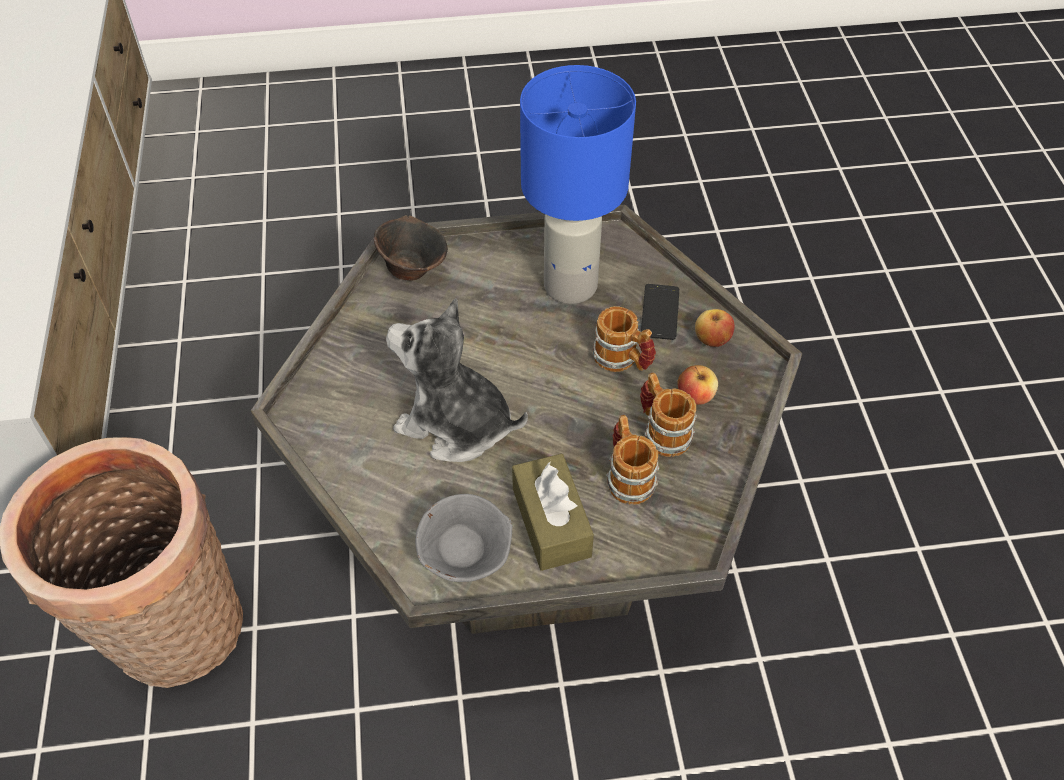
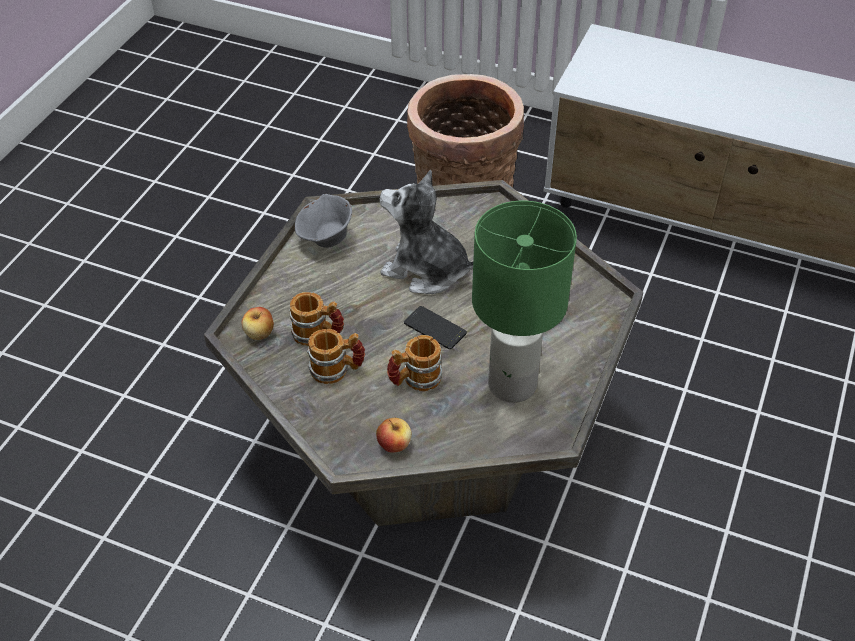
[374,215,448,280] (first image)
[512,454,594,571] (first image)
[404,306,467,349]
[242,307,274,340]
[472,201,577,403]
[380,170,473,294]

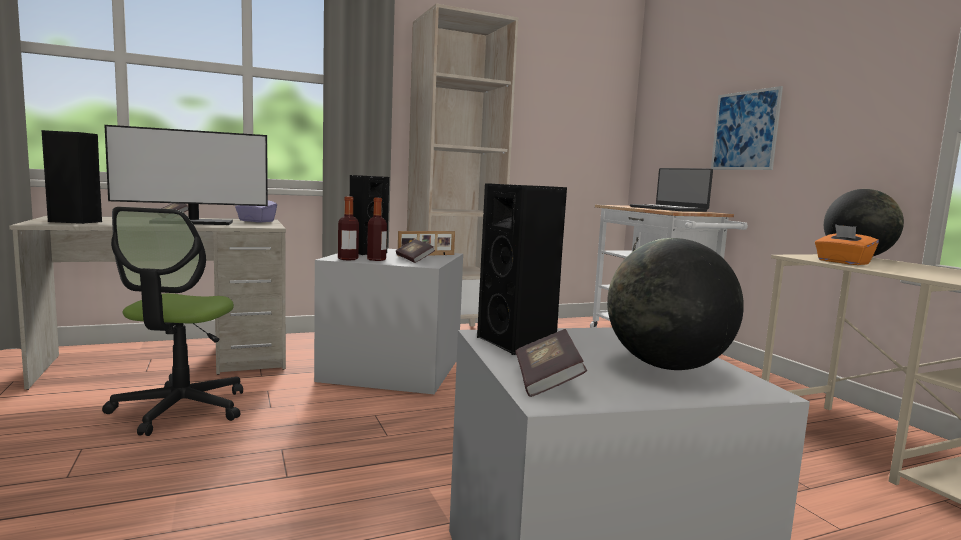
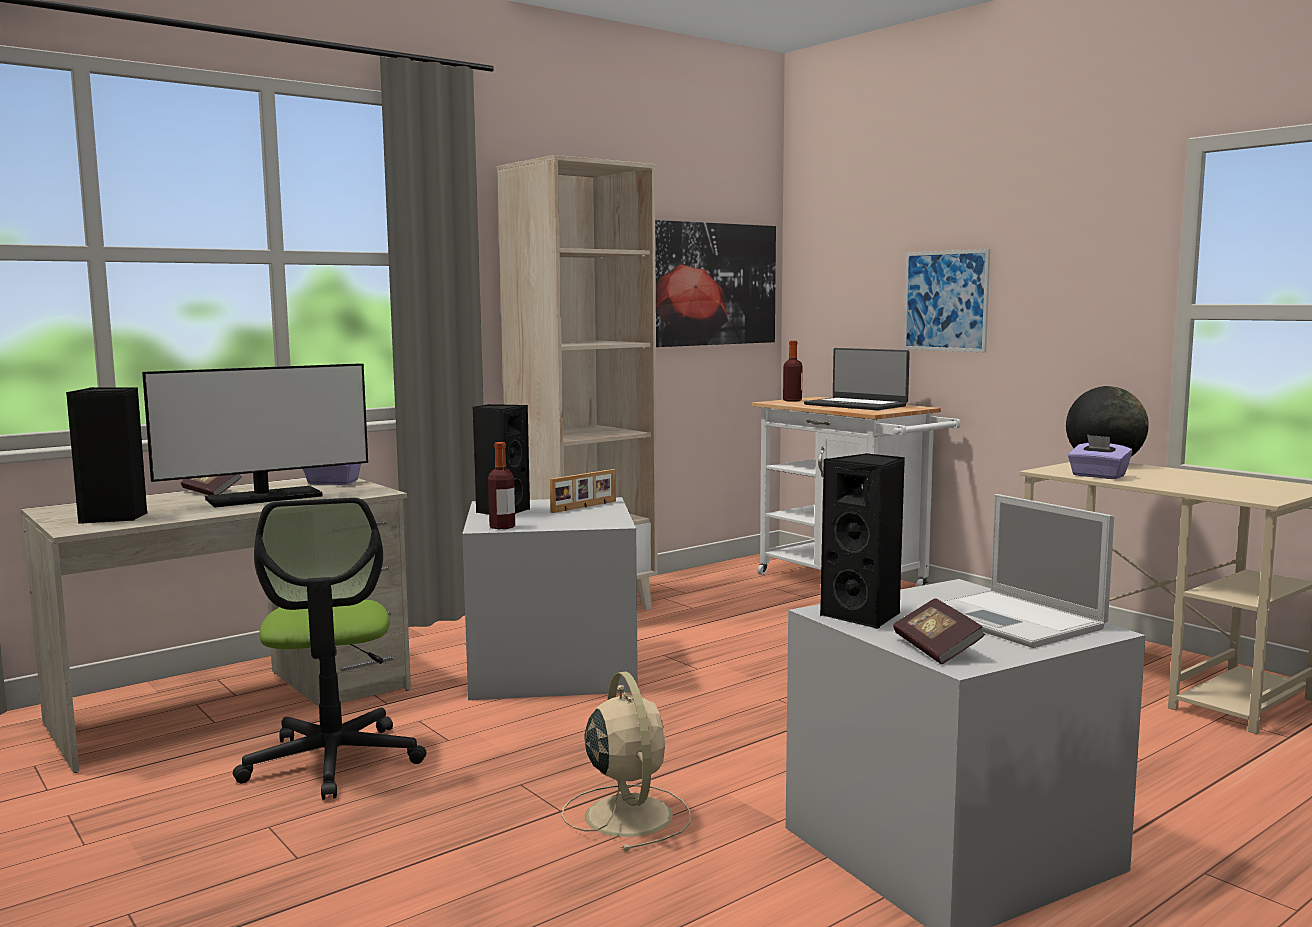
[396,240,435,263] (first image)
[562,671,691,851]
[655,220,776,347]
[783,341,803,402]
[922,494,1114,648]
[1068,435,1132,479]

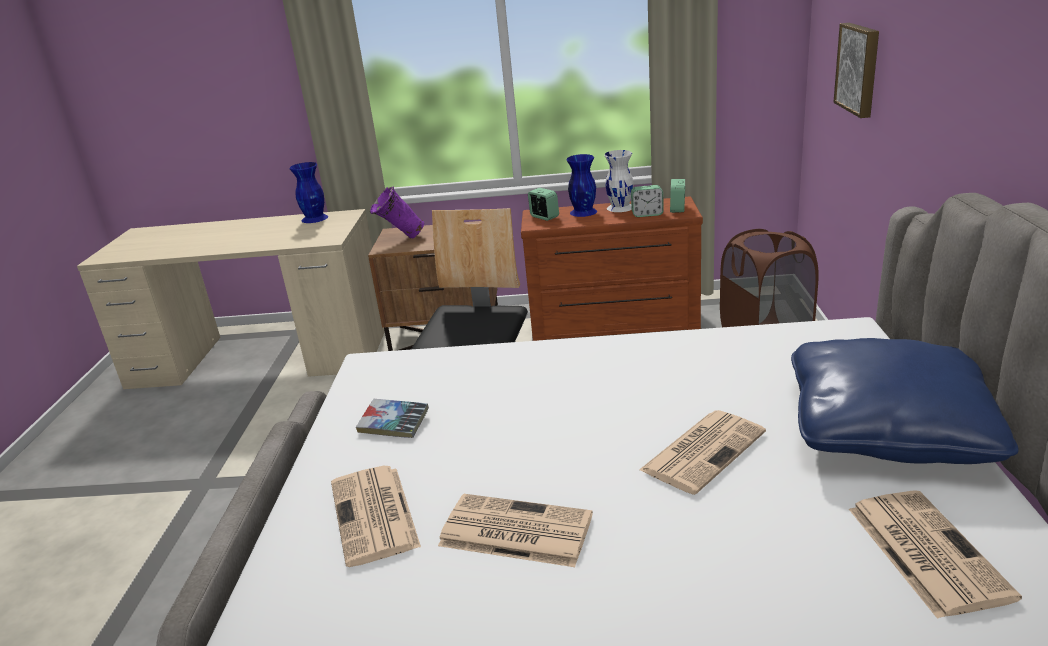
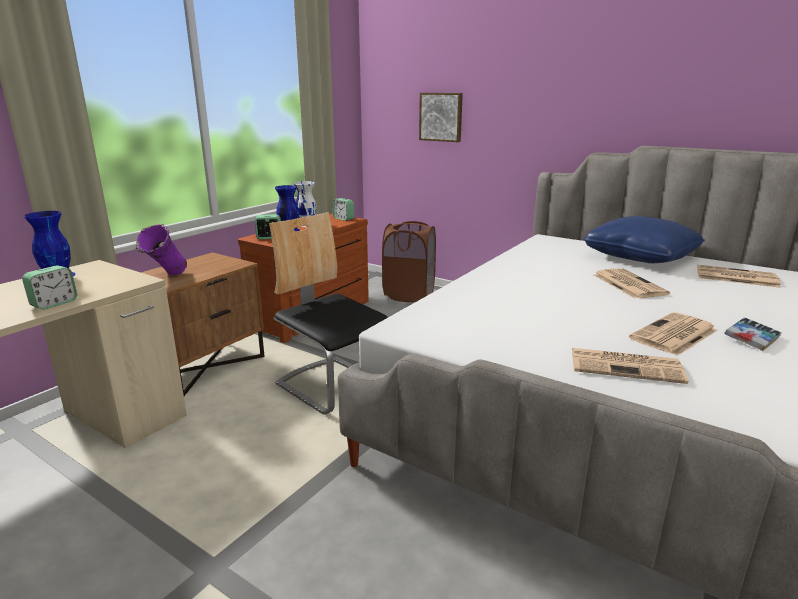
[724,317,782,351]
[22,266,77,309]

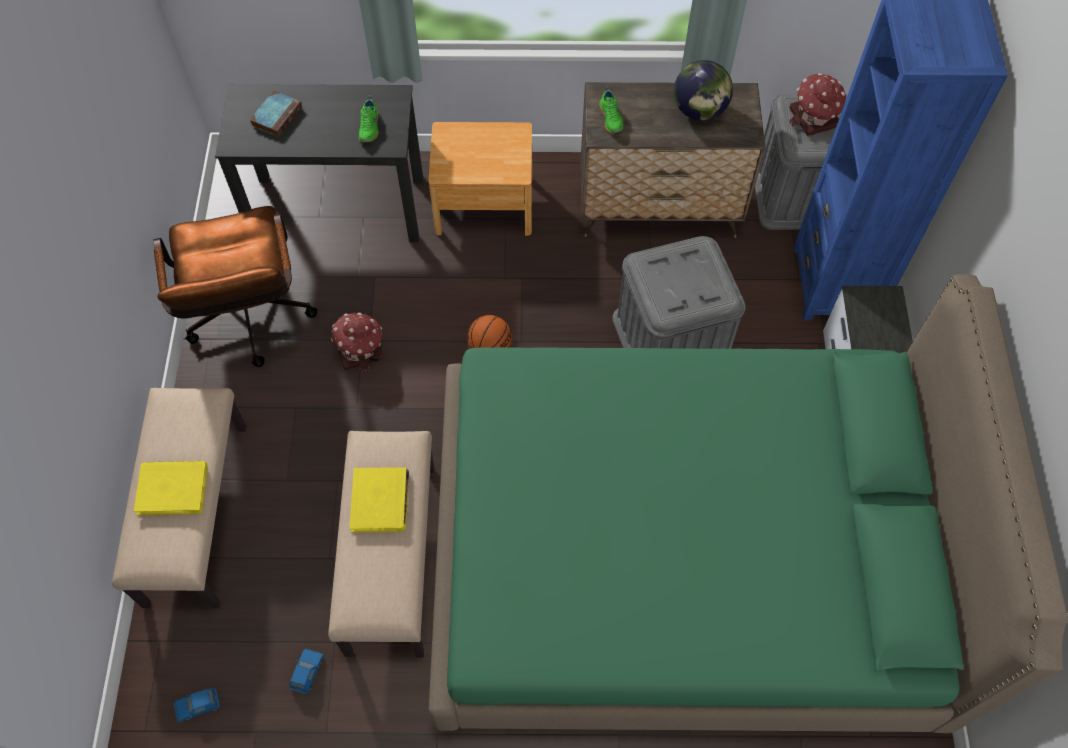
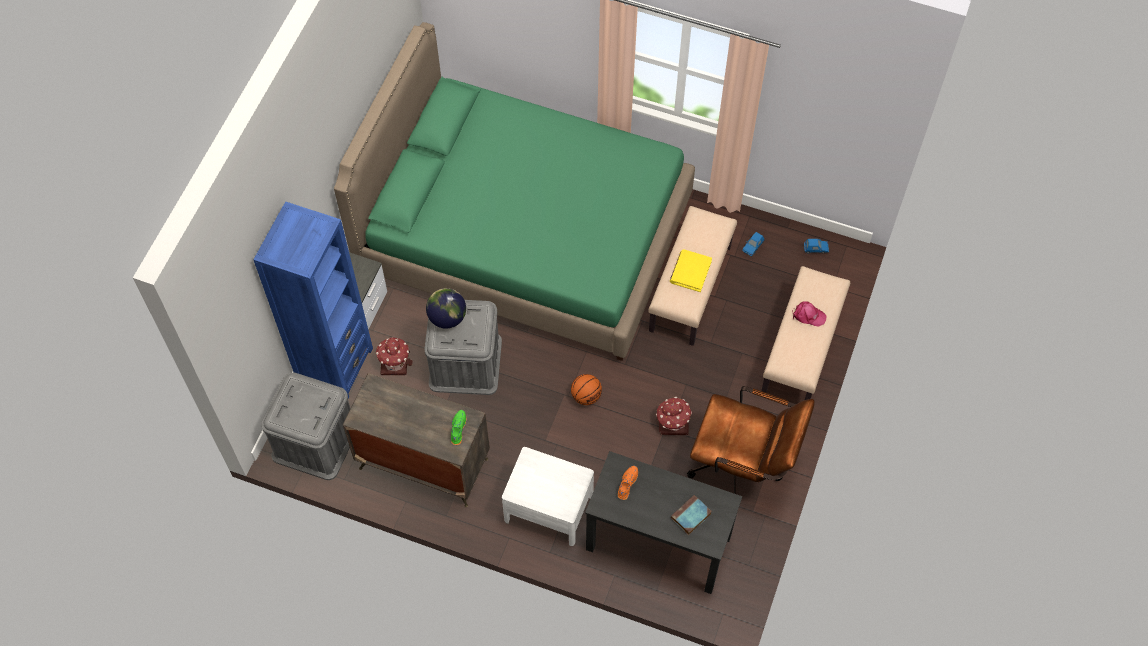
[426,288,466,328]
[376,337,412,375]
[793,301,827,327]
[618,466,638,500]
[502,447,594,546]
[687,386,815,494]

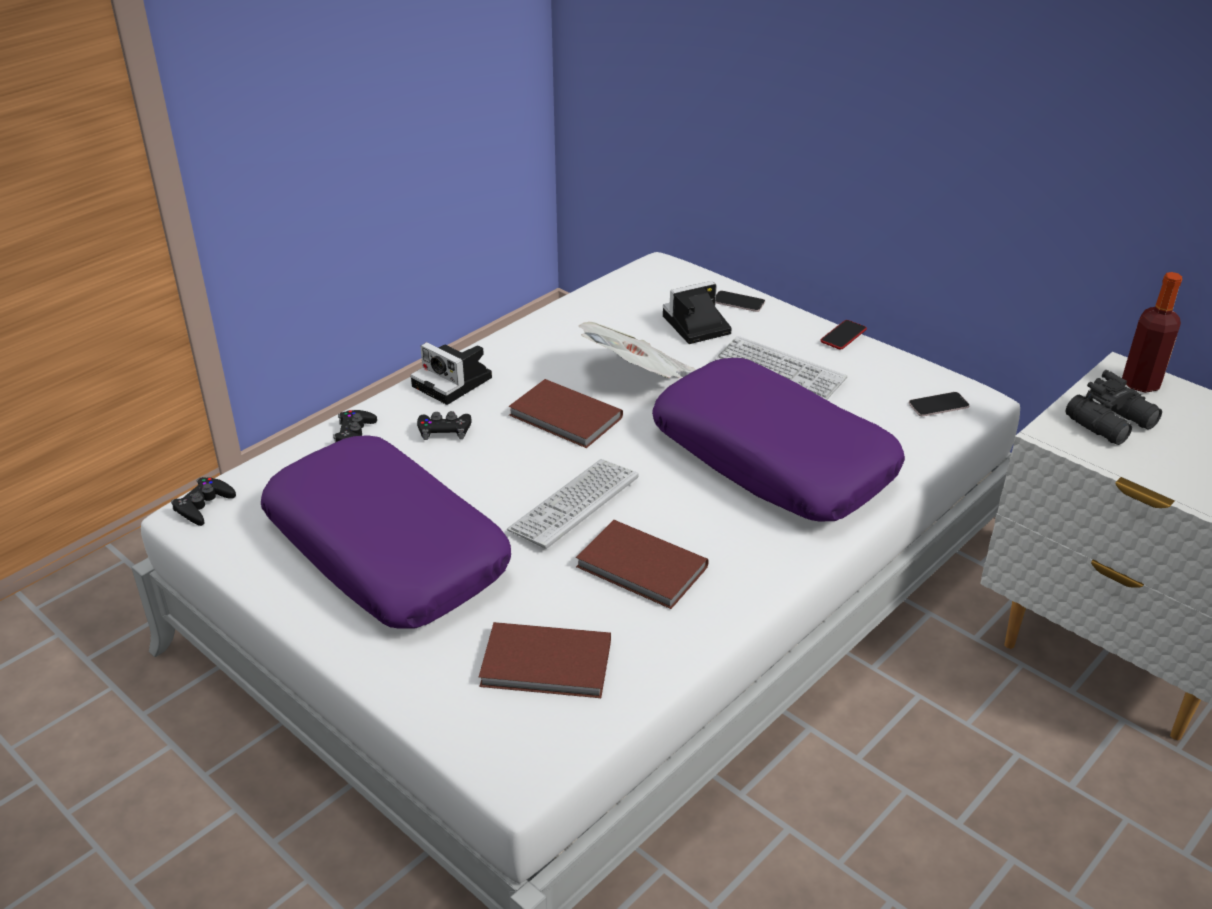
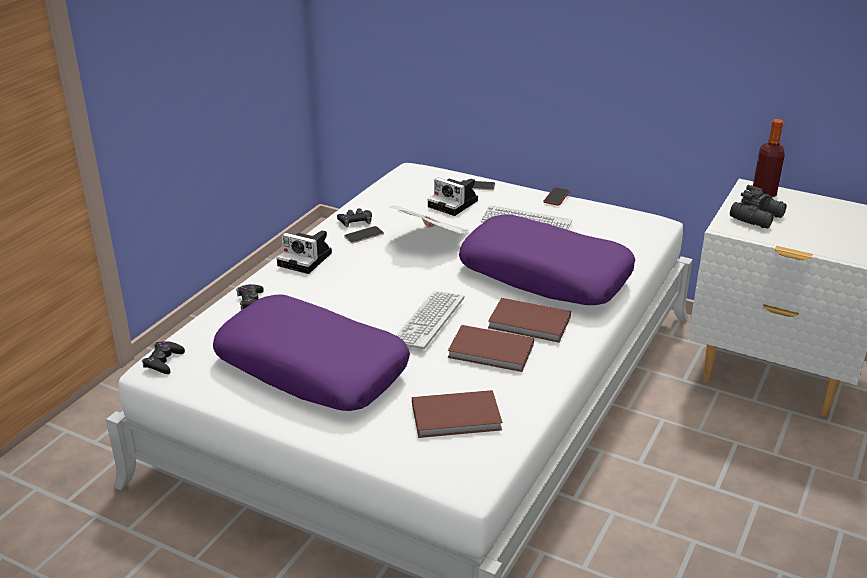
[337,208,372,227]
[488,298,571,343]
[344,226,384,243]
[428,177,478,216]

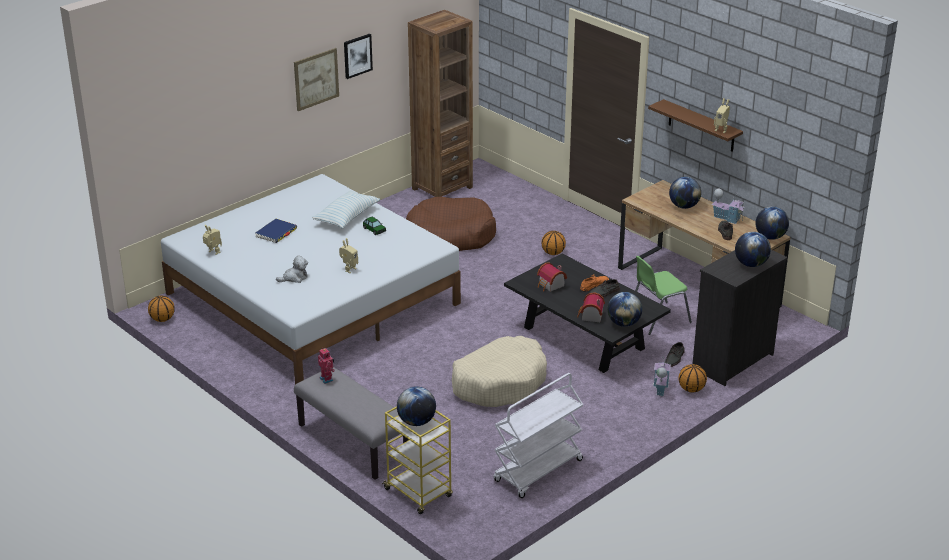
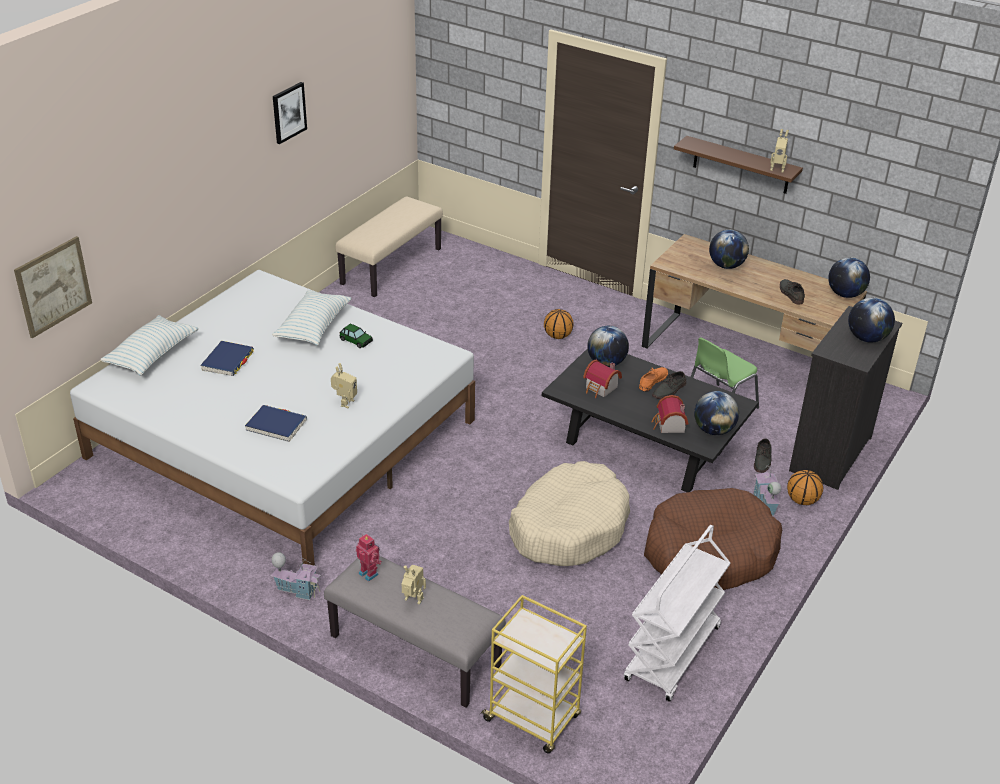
[148,296,174,322] (first image)
[100,315,198,376]
[402,565,426,604]
[14,236,92,338]
[587,326,629,367]
[644,488,782,590]
[271,552,321,600]
[245,405,307,442]
[335,196,443,297]

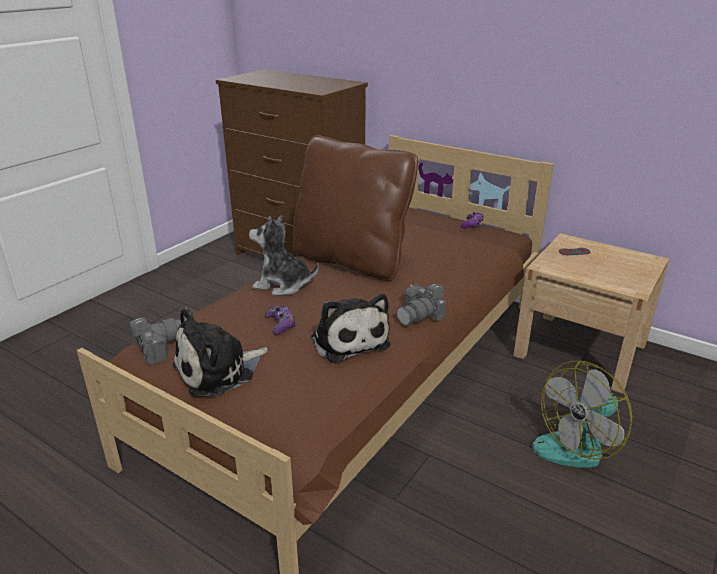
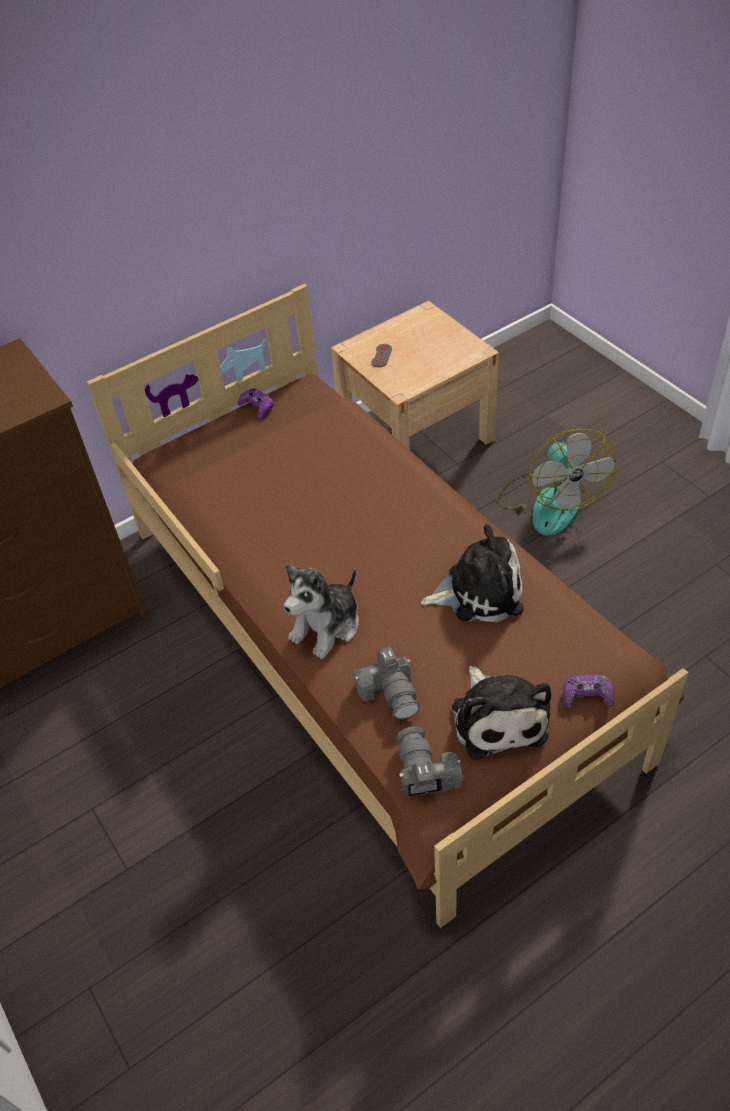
[293,135,418,281] (first image)
[563,675,614,708]
[352,647,420,719]

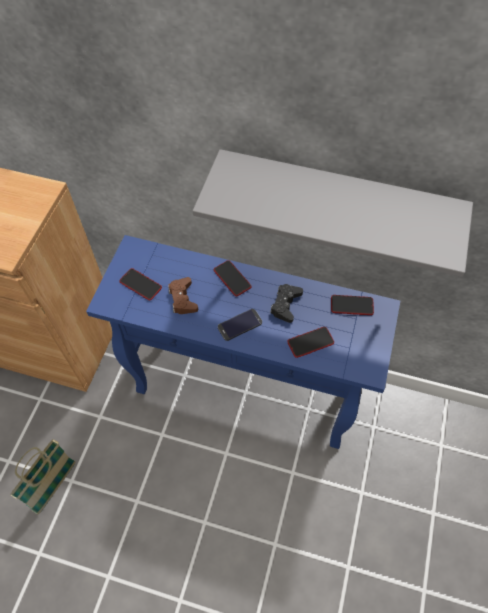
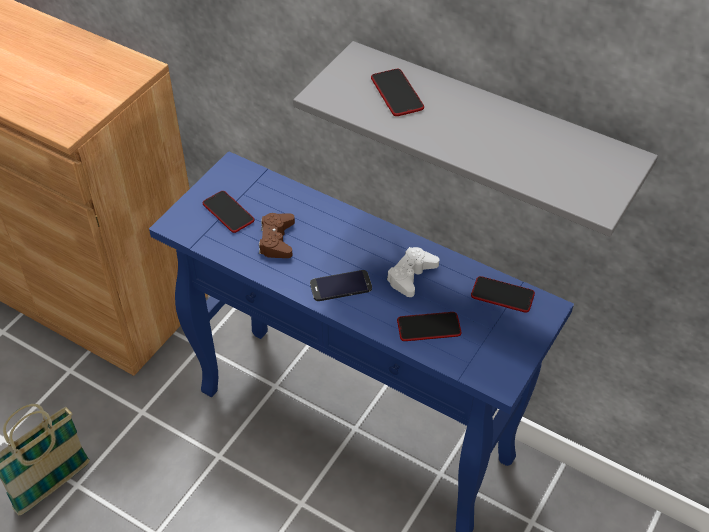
[371,69,424,116]
[387,247,439,297]

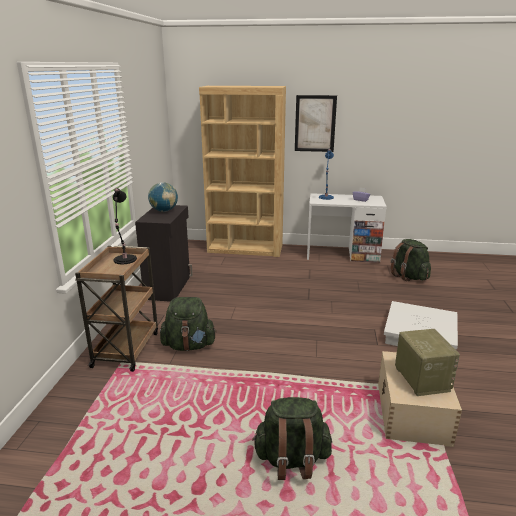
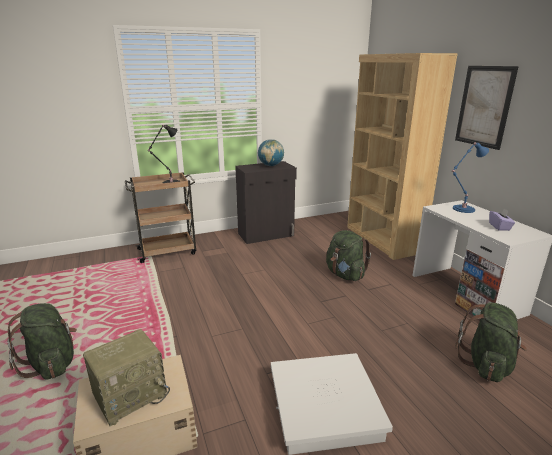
[326,230,371,281]

